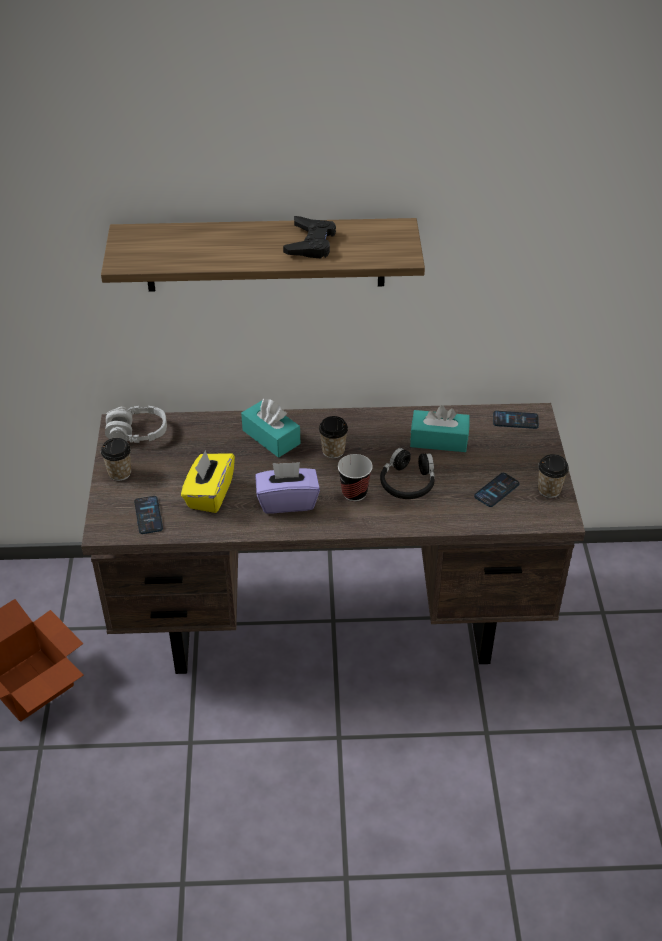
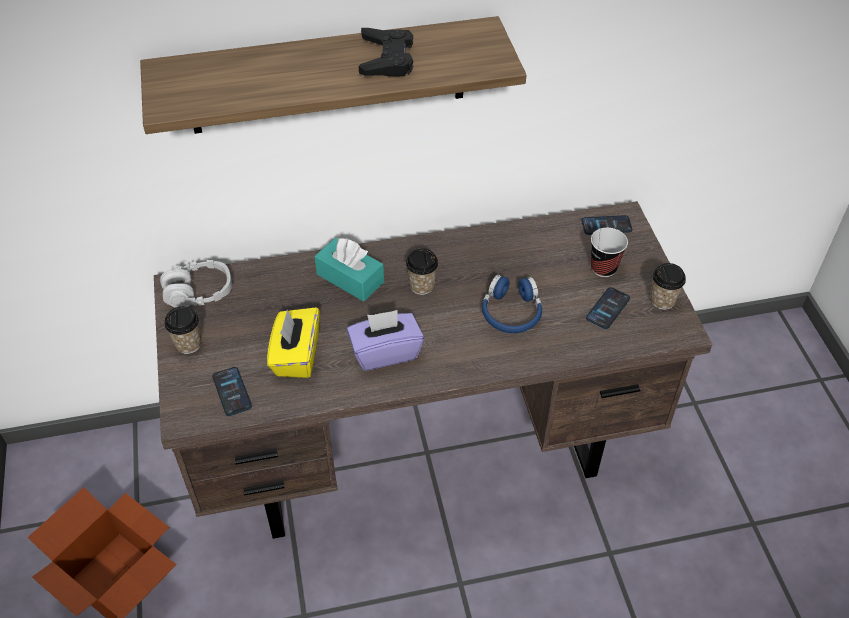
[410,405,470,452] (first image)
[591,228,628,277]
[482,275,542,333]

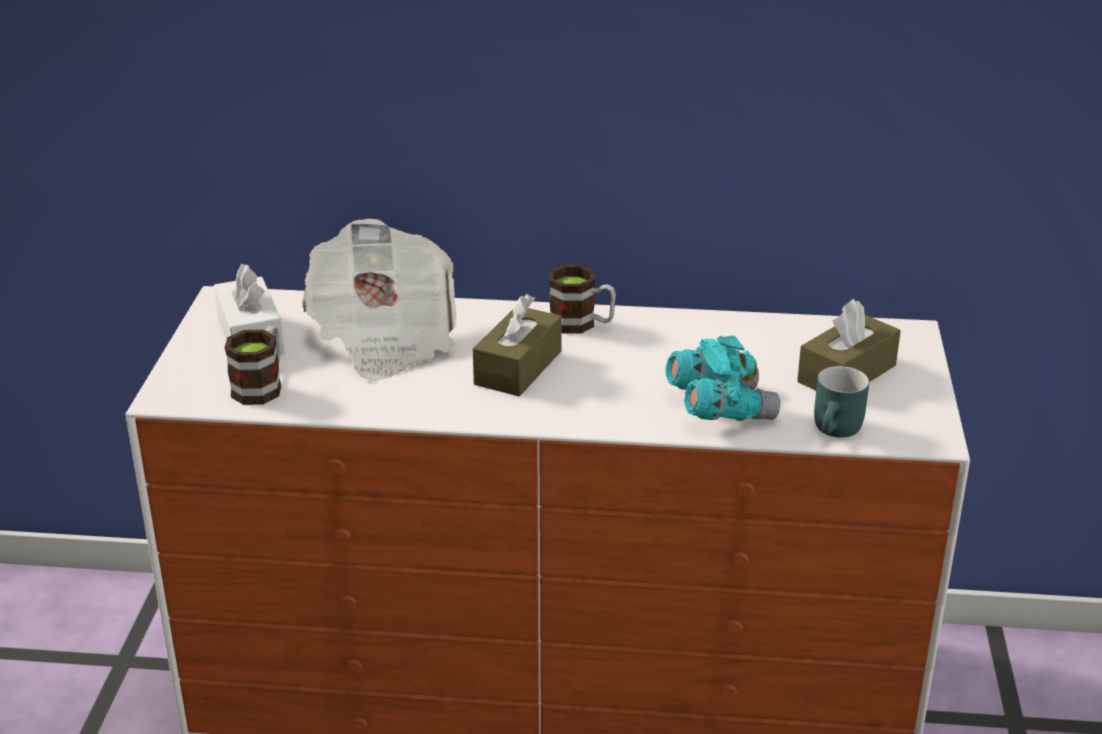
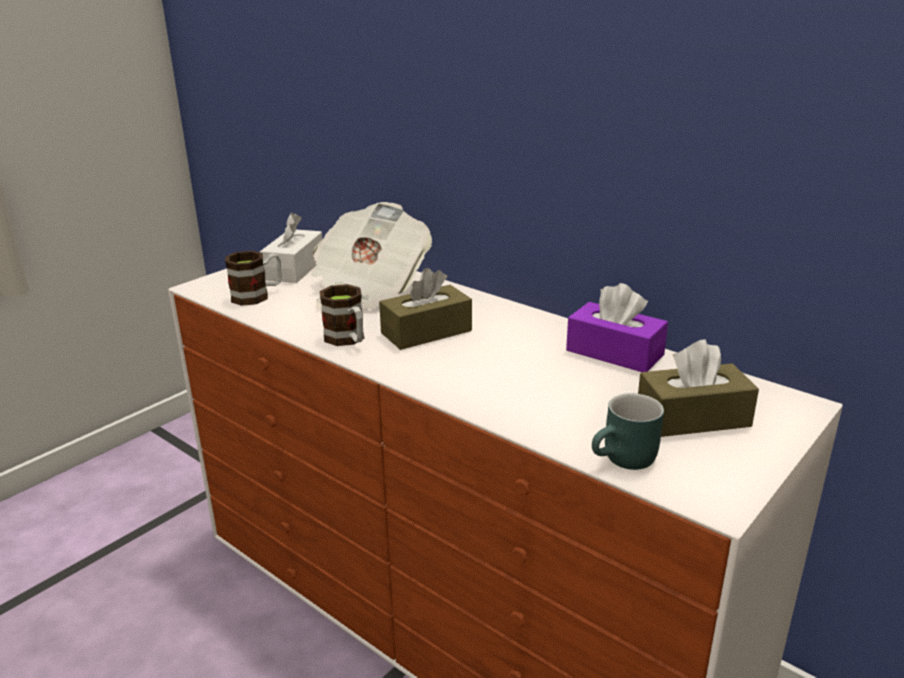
[666,336,780,421] (first image)
[566,283,668,372]
[320,284,364,346]

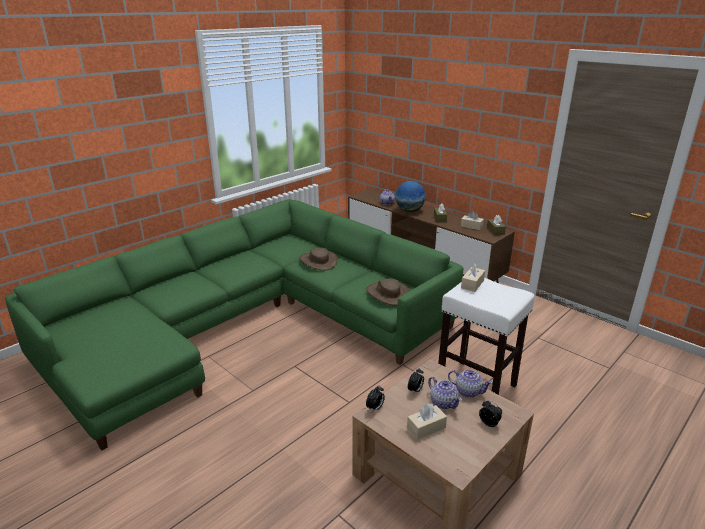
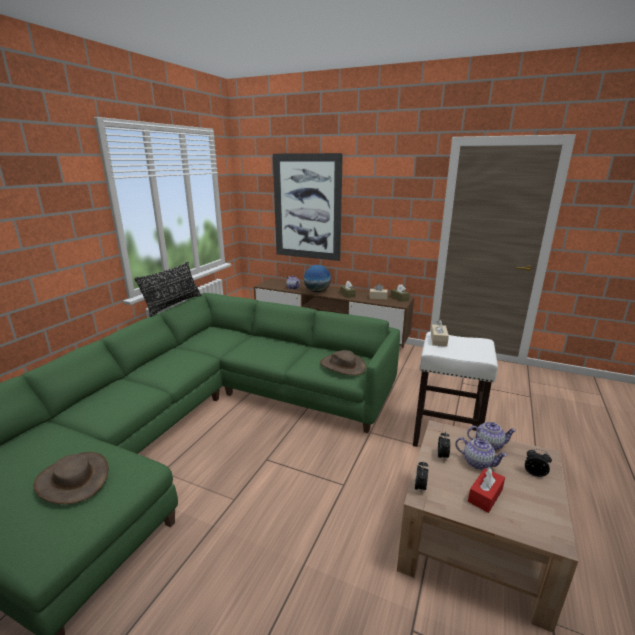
[134,262,201,317]
[273,153,343,261]
[33,452,109,504]
[468,467,505,513]

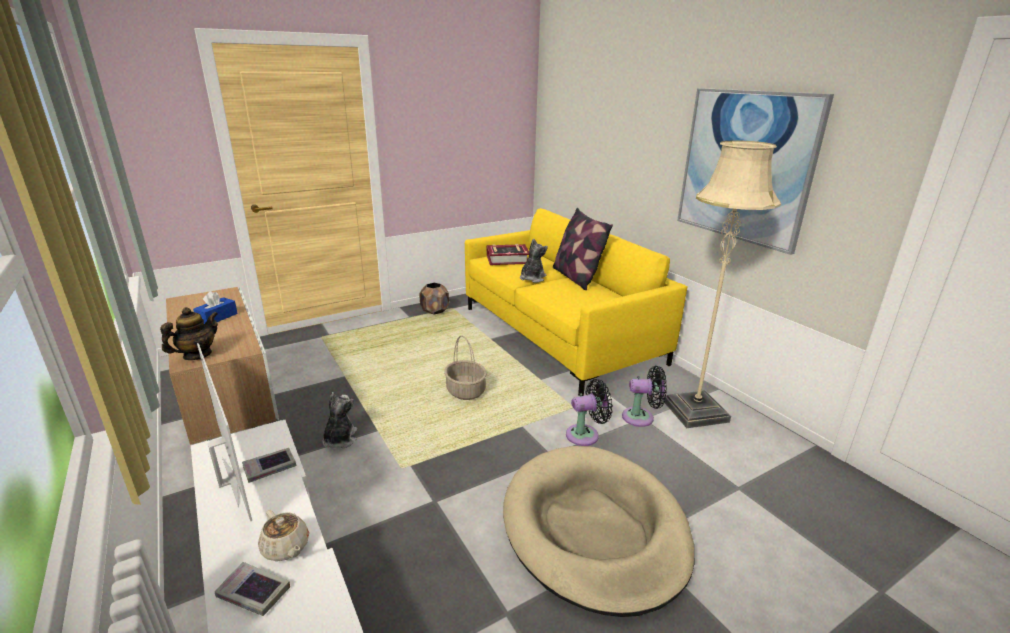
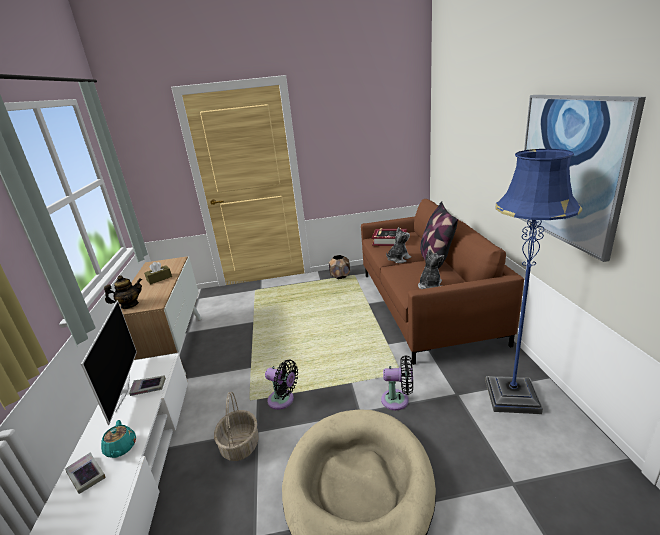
[418,249,445,289]
[214,392,259,461]
[265,360,298,410]
[144,262,172,284]
[101,420,136,458]
[361,199,524,365]
[486,149,582,414]

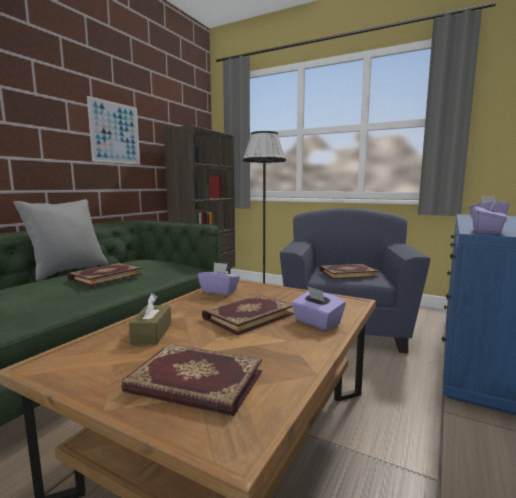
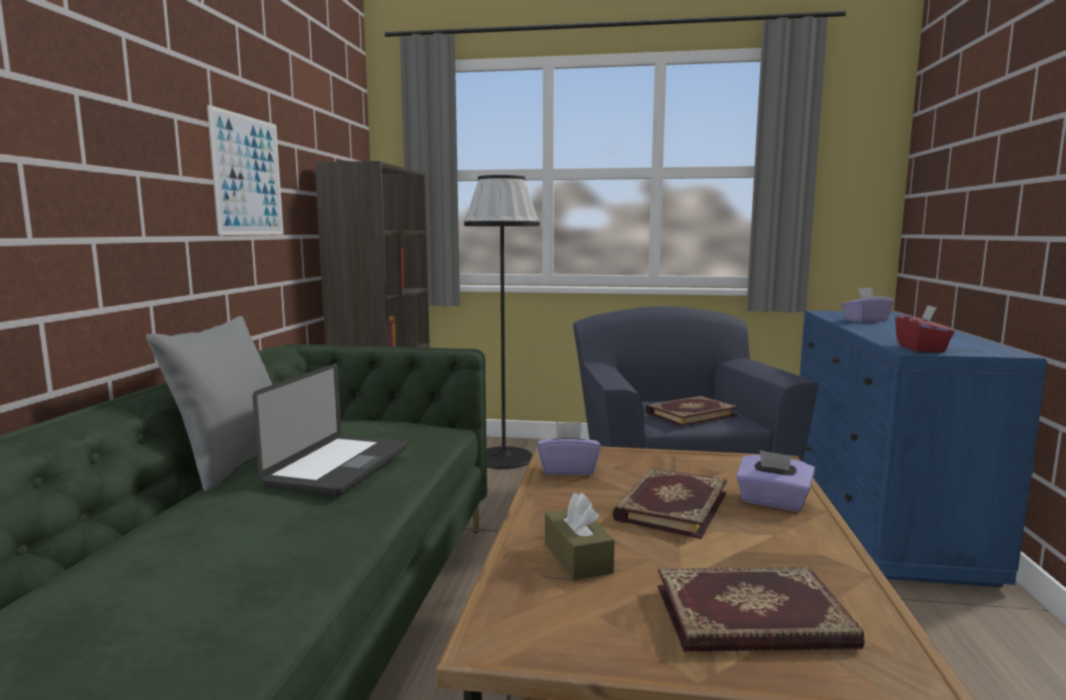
[253,363,407,495]
[895,305,954,352]

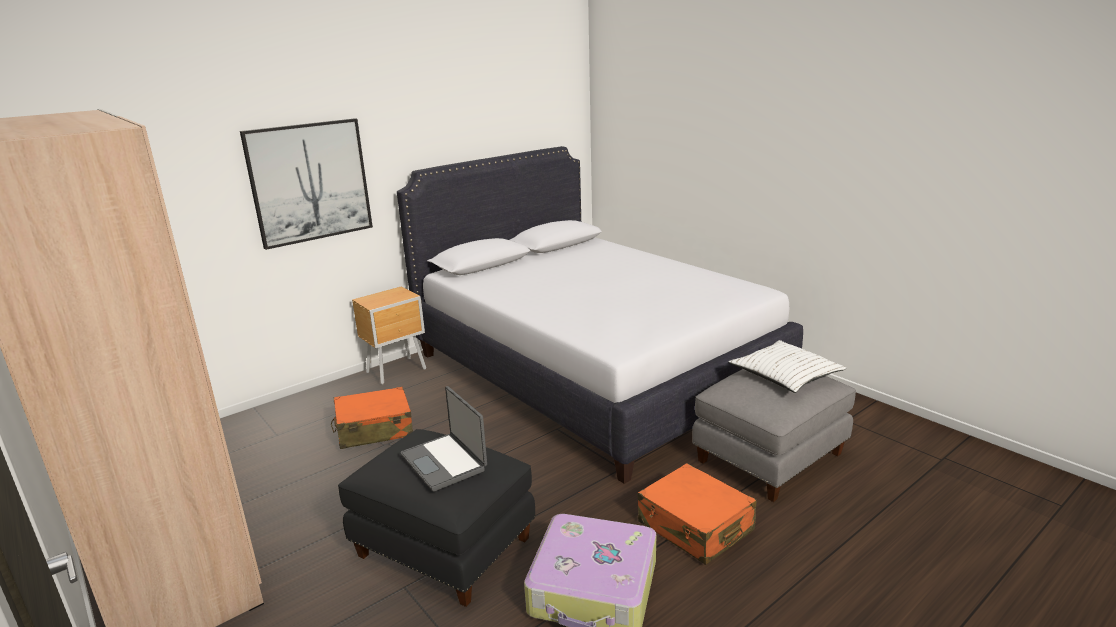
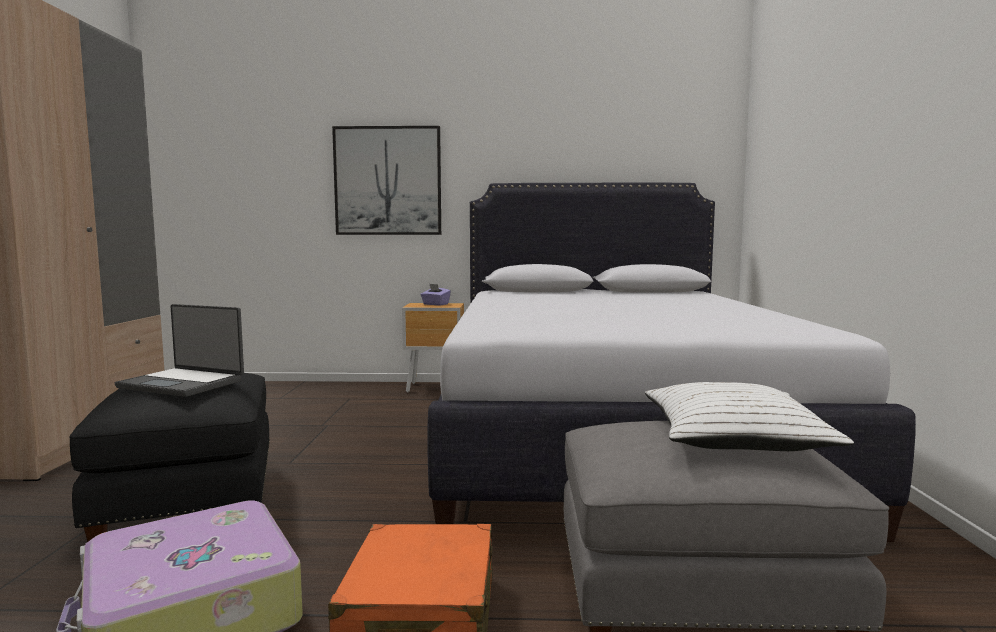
[331,387,413,449] (first image)
[420,284,451,306]
[115,304,244,397]

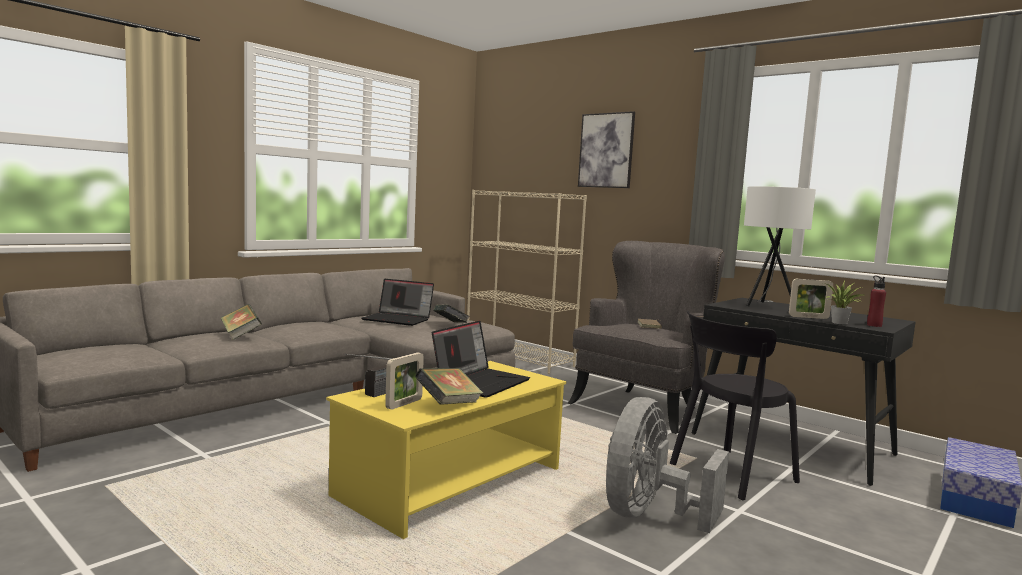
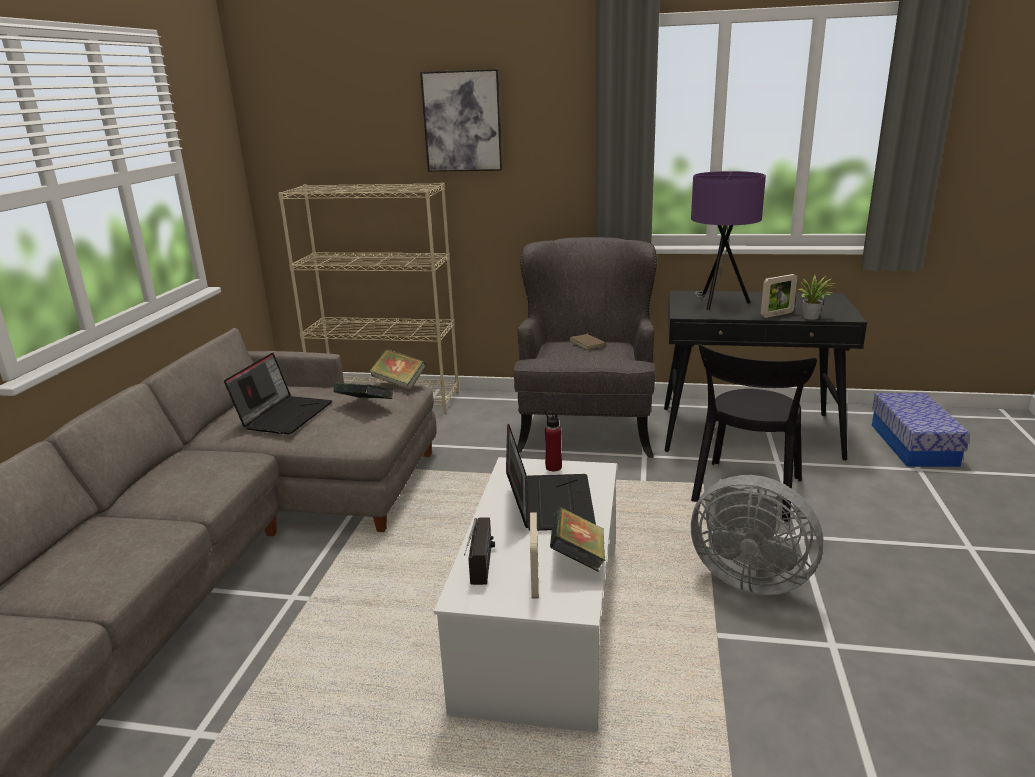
[370,349,426,390]
[545,411,562,471]
[434,457,617,733]
[691,171,766,310]
[224,352,332,434]
[691,475,823,595]

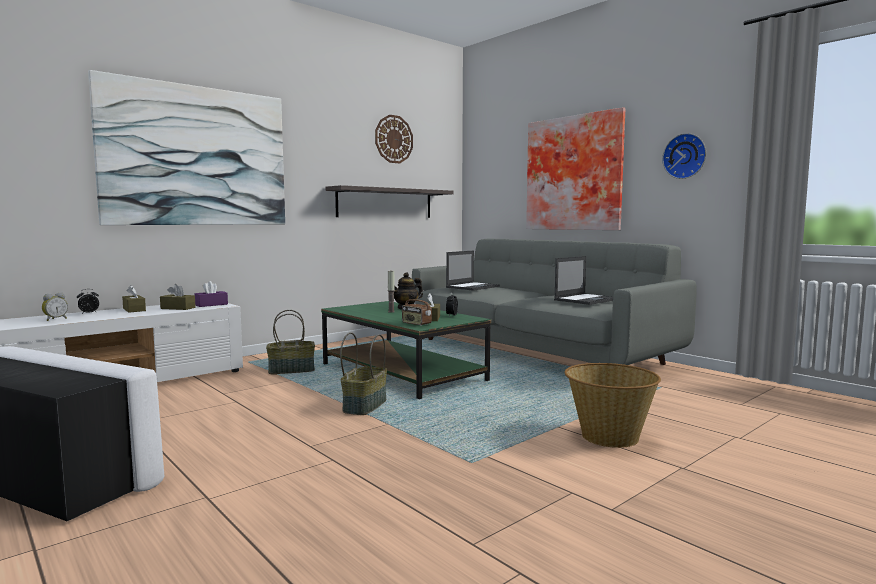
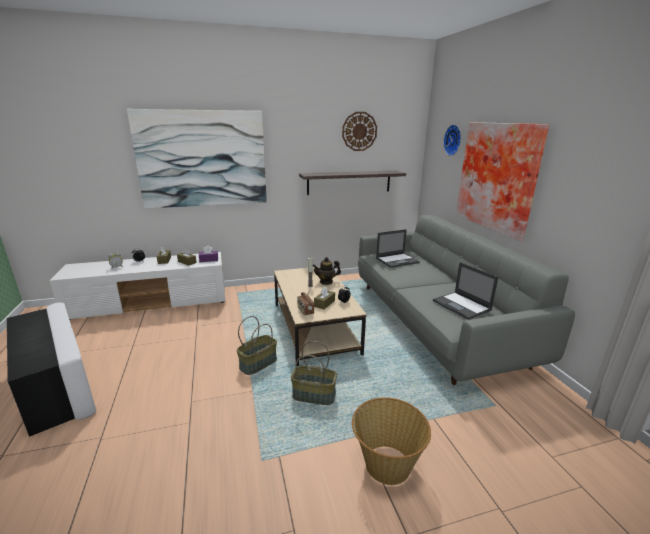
[291,341,337,405]
[443,125,461,156]
[274,266,367,366]
[433,263,498,320]

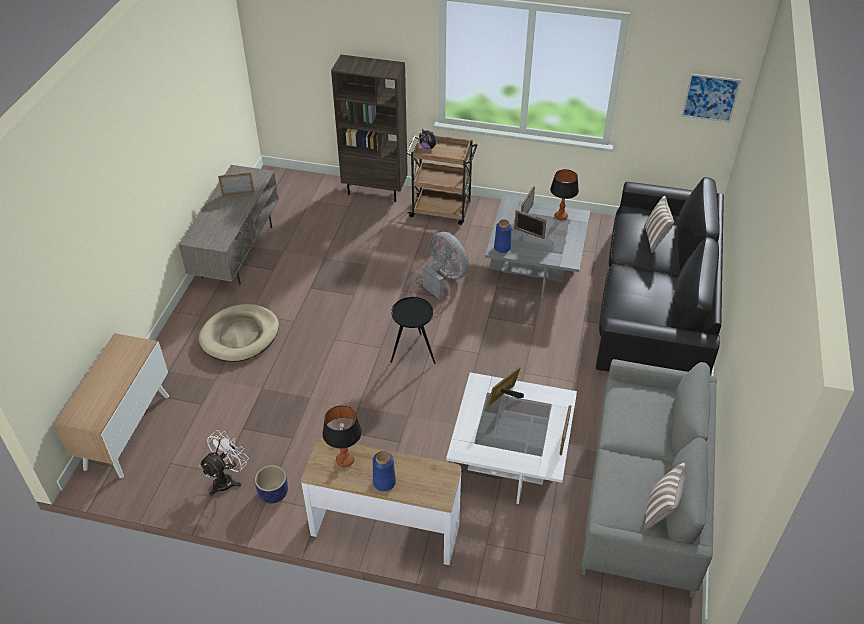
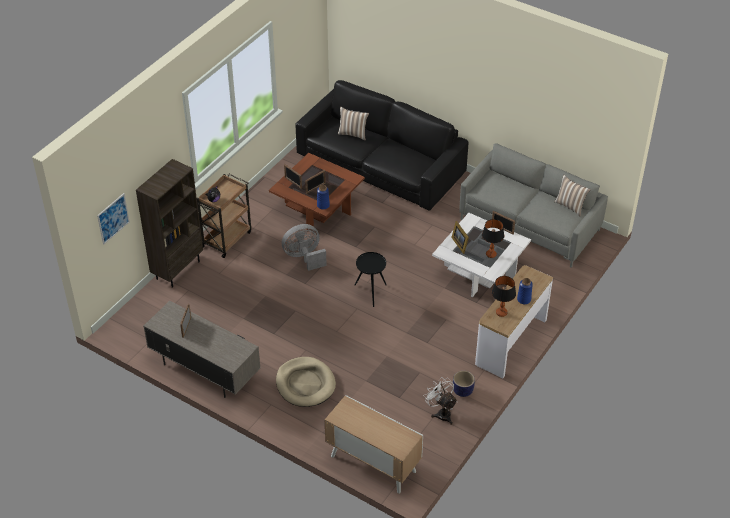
[482,219,504,258]
[97,193,130,245]
[269,153,365,230]

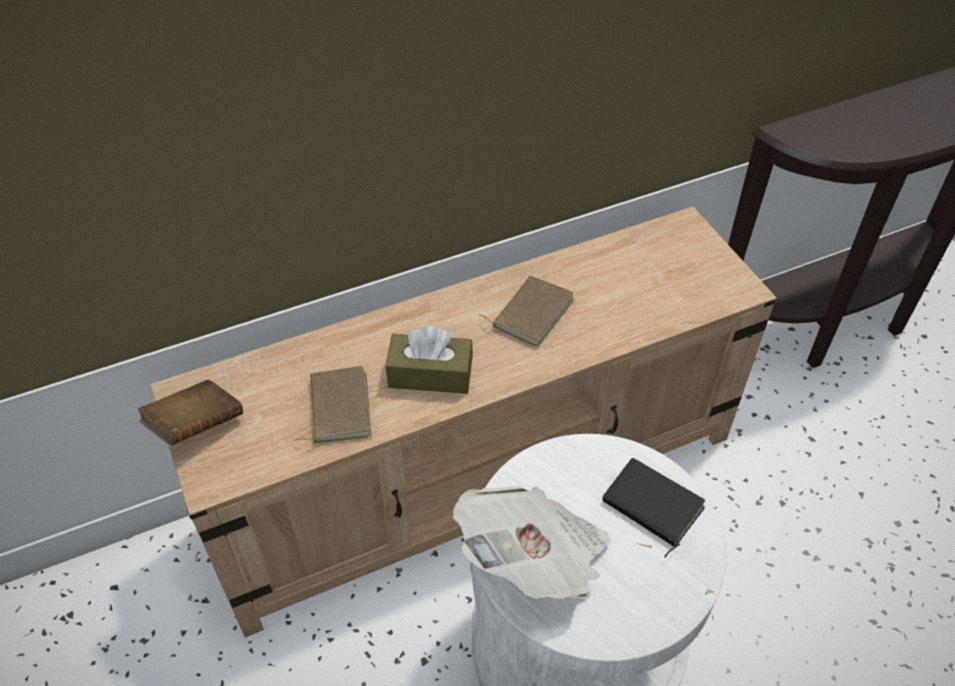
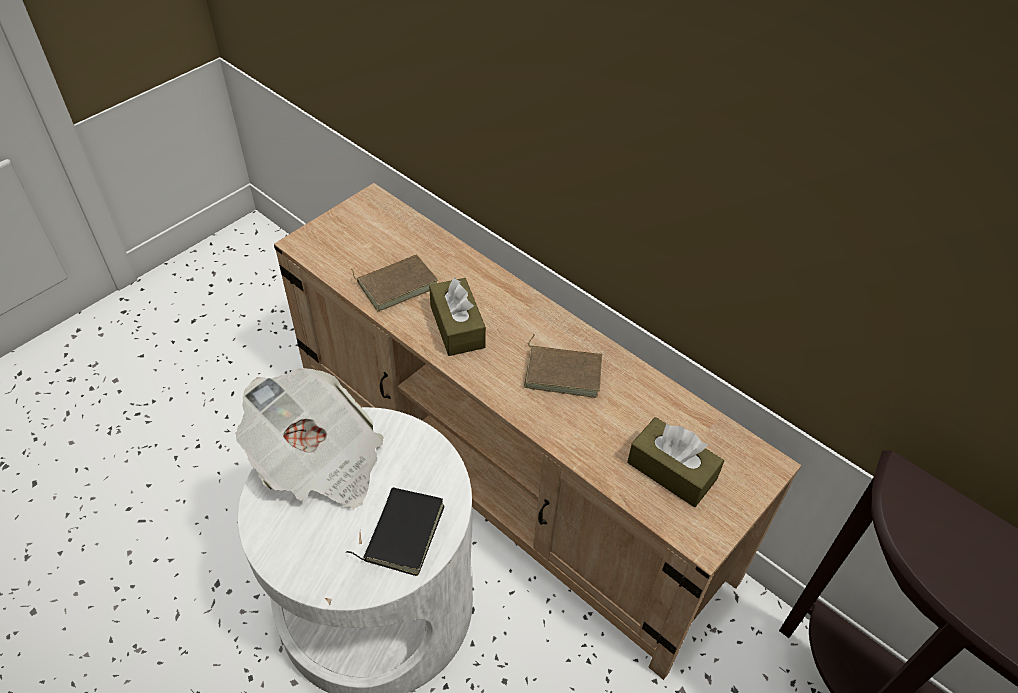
[137,380,243,446] (first image)
[627,417,724,507]

